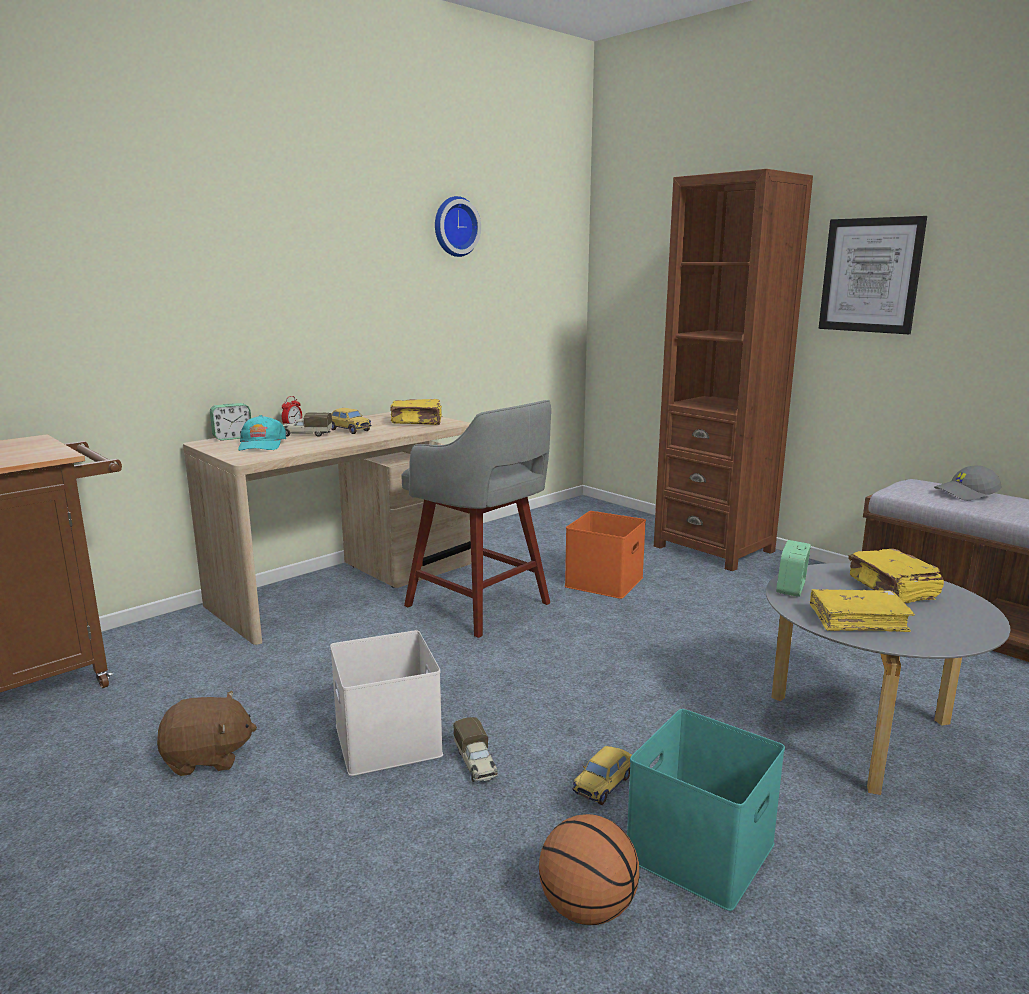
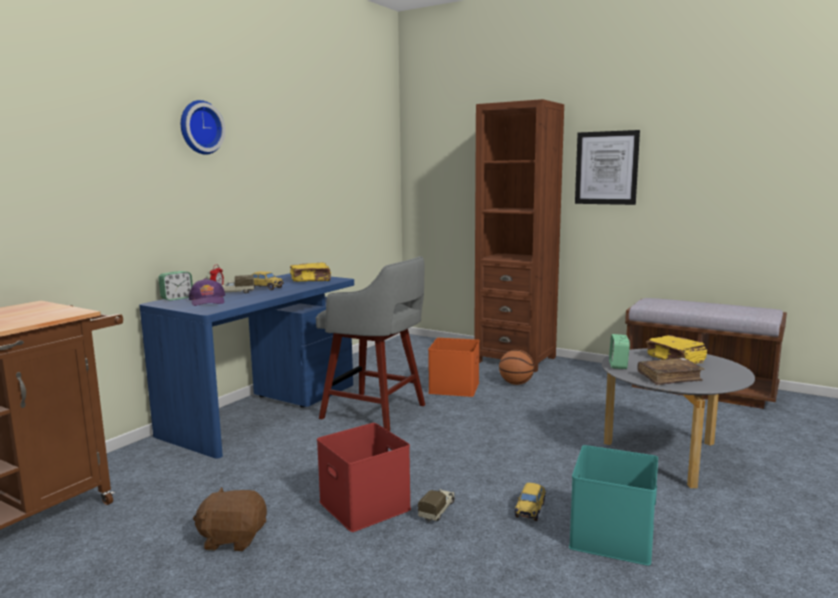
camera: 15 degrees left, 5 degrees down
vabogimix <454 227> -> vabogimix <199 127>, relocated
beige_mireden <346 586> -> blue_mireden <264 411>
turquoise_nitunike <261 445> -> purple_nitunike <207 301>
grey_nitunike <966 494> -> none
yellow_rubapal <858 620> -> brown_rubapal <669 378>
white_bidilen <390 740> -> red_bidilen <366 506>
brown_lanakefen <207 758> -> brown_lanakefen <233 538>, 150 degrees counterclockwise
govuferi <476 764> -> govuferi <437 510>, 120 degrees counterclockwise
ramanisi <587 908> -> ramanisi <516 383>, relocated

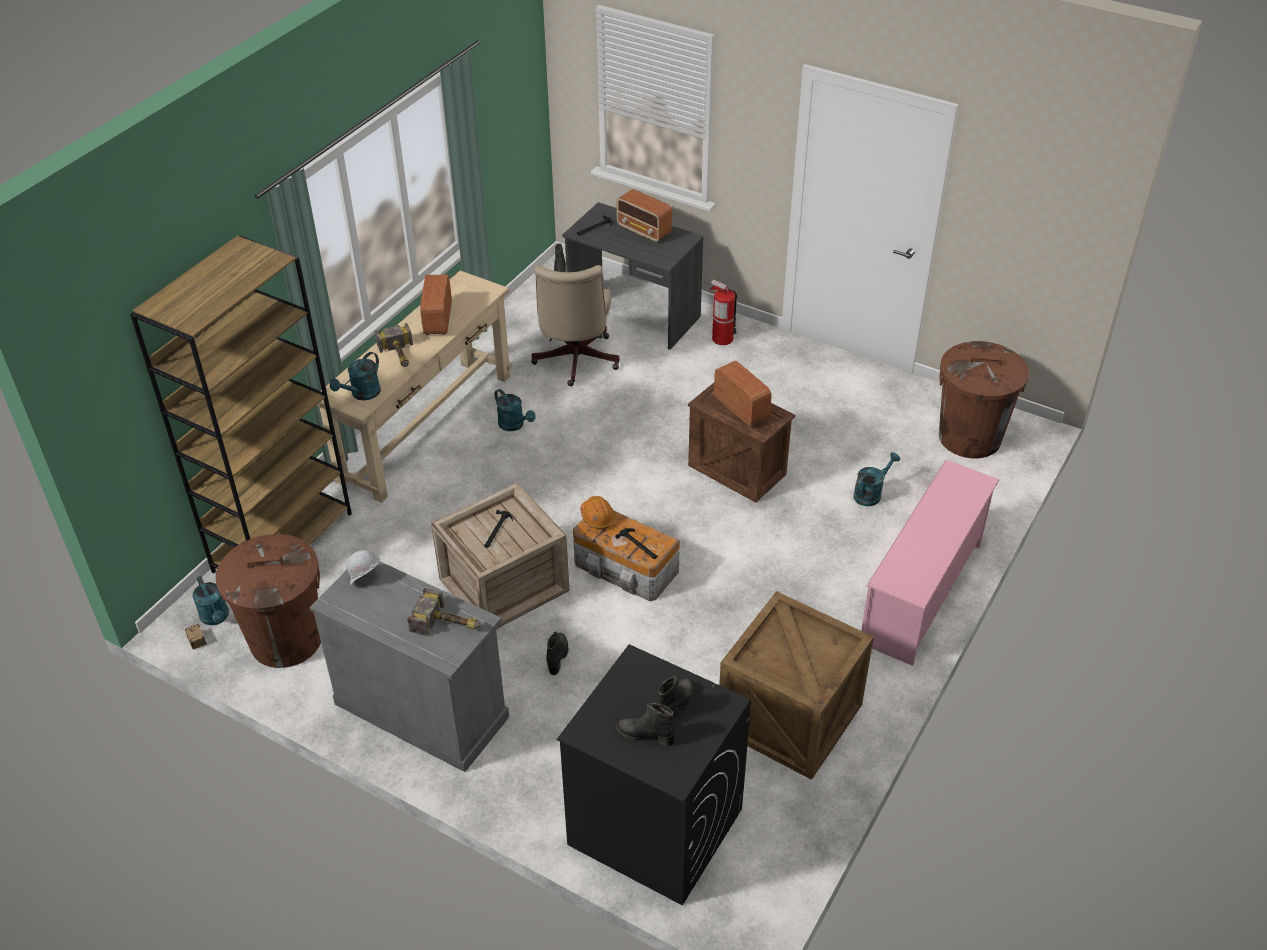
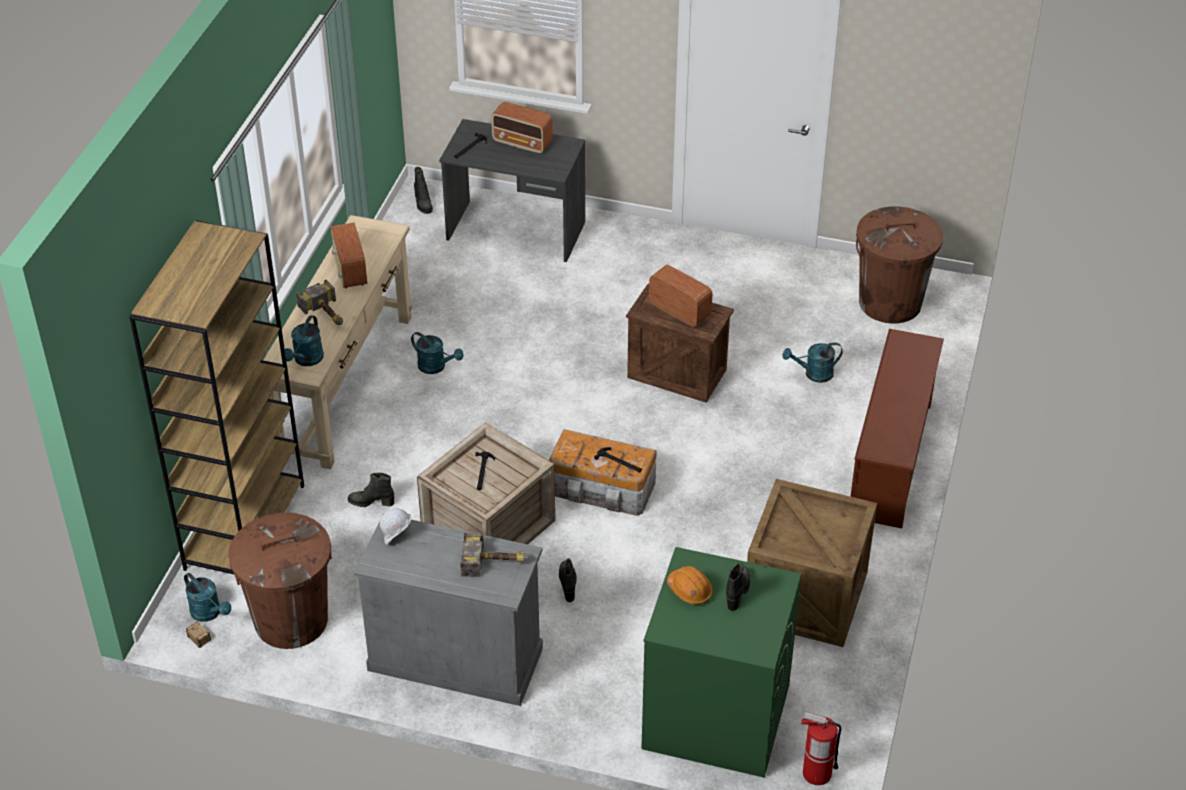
camera: 15 degrees left, 0 degrees up
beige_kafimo <575 362> -> none
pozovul <722 339> -> pozovul <816 773>, relocated
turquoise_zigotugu <871 493> -> turquoise_zigotugu <813 374>, 135 degrees counterclockwise
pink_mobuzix <923 594> -> brown_mobuzix <892 461>
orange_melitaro <597 517> -> orange_melitaro <690 590>, relocated
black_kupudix <654 826> -> green_kupudix <715 716>
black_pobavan <645 735> -> black_pobavan <371 502>, relocated

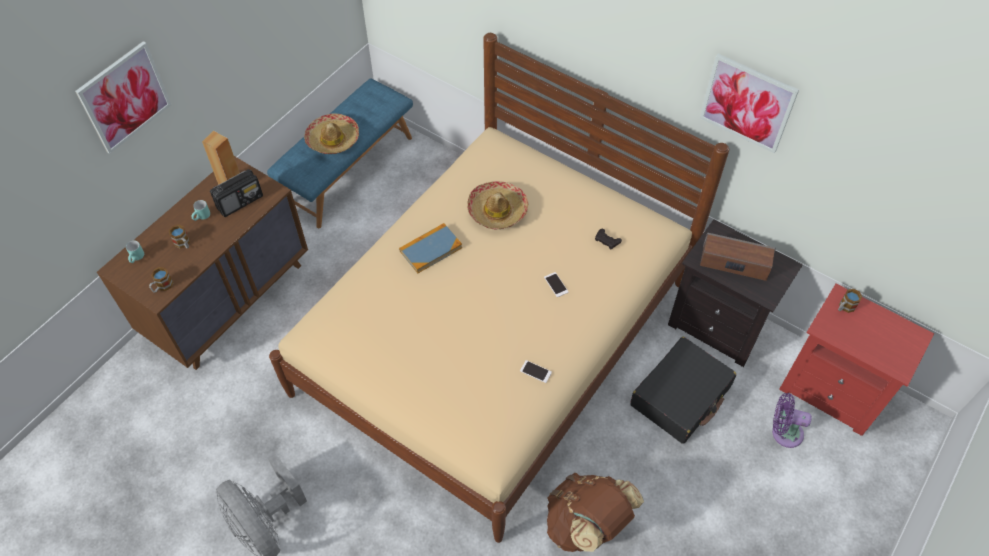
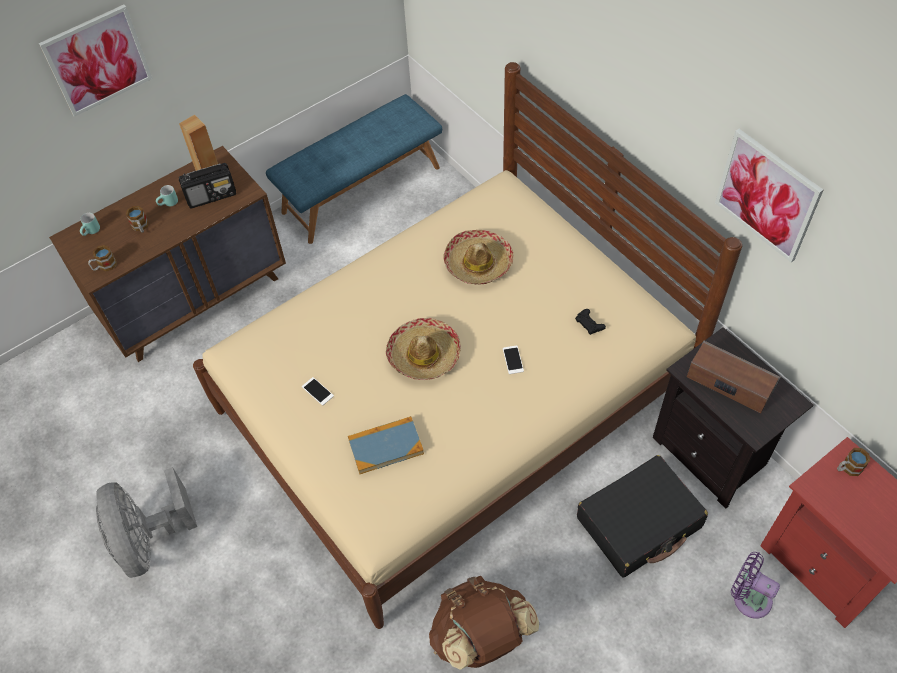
camera: 20 degrees right, 0 degrees up
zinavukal <333 139> -> zinavukal <424 355>, relocated
rubapal <430 249> -> rubapal <385 446>, relocated
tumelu <535 371> -> tumelu <317 391>, relocated

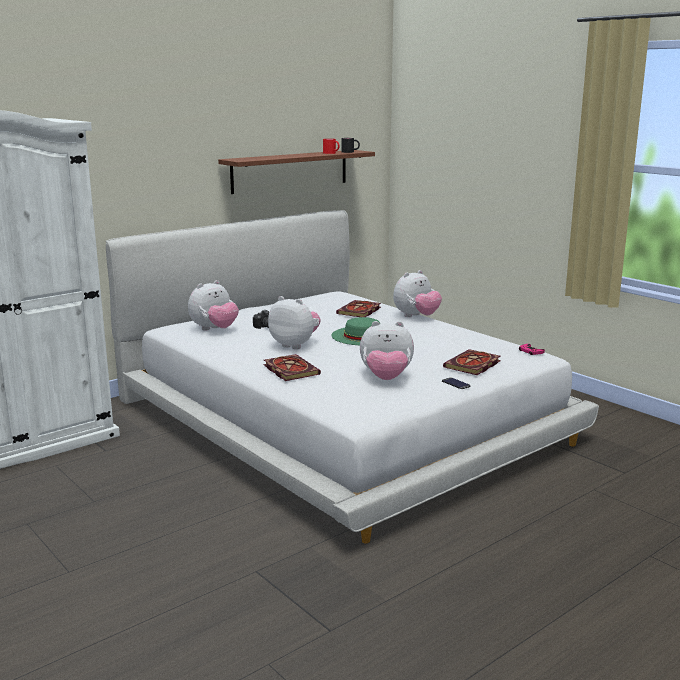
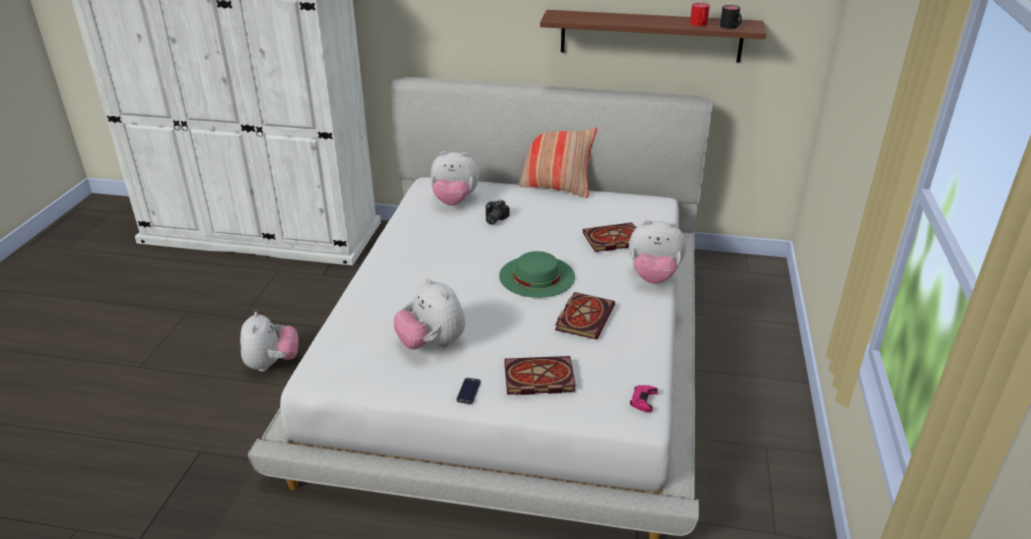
camera: 50 degrees right, 15 degrees up
lanakefen <295 345> -> lanakefen <272 363>, relocated
rubapal <289 370> -> rubapal <584 317>, relocated
none -> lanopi <556 187>

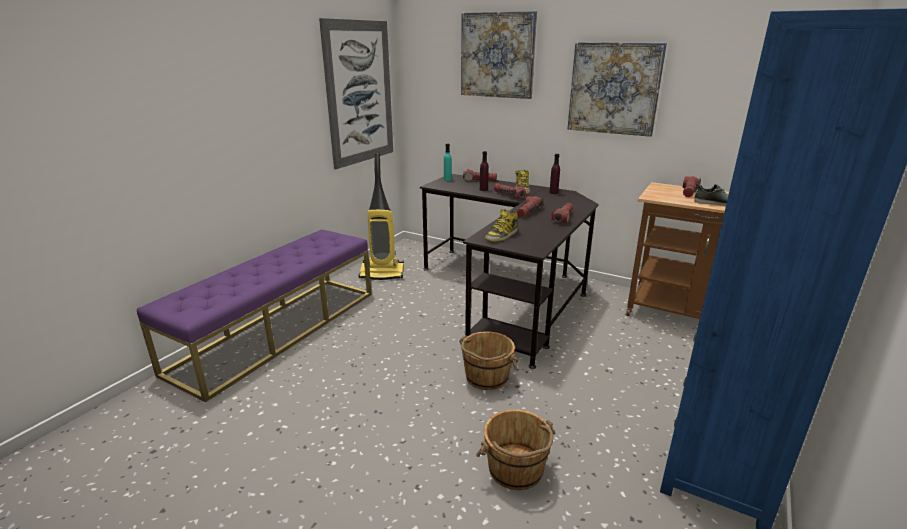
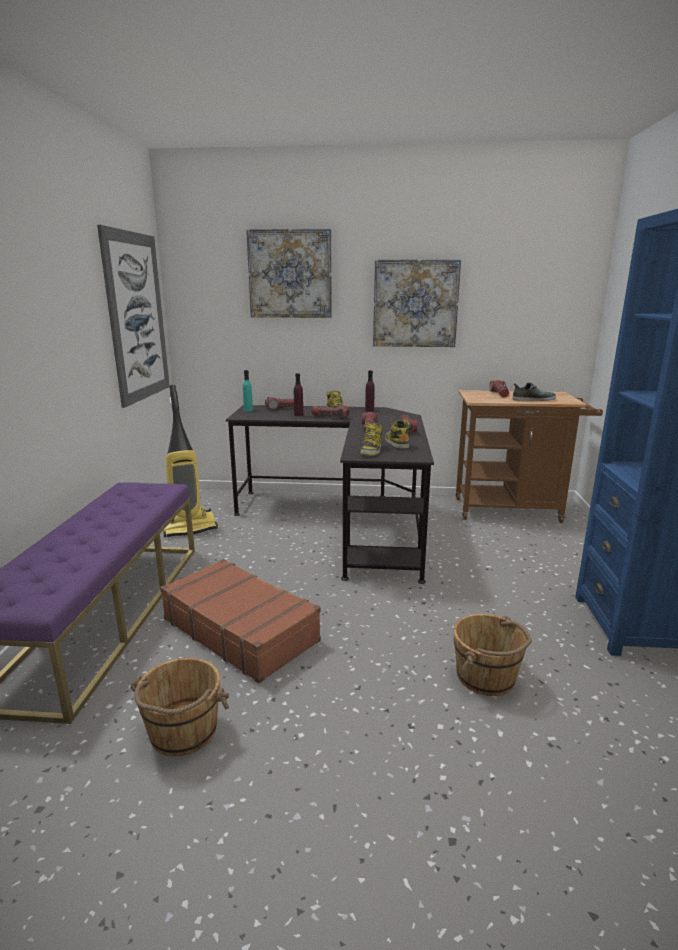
camera: 25 degrees left, 5 degrees down
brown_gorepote <486 377> -> brown_gorepote <182 731>, relocated
none -> pobavan <396 443>
none -> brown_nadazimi <241 629>

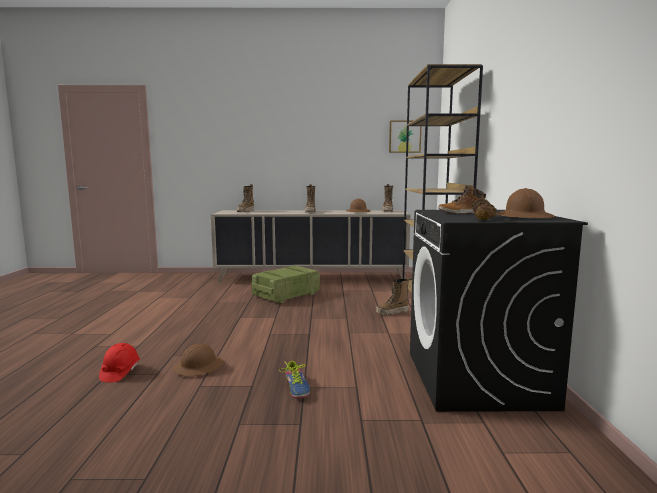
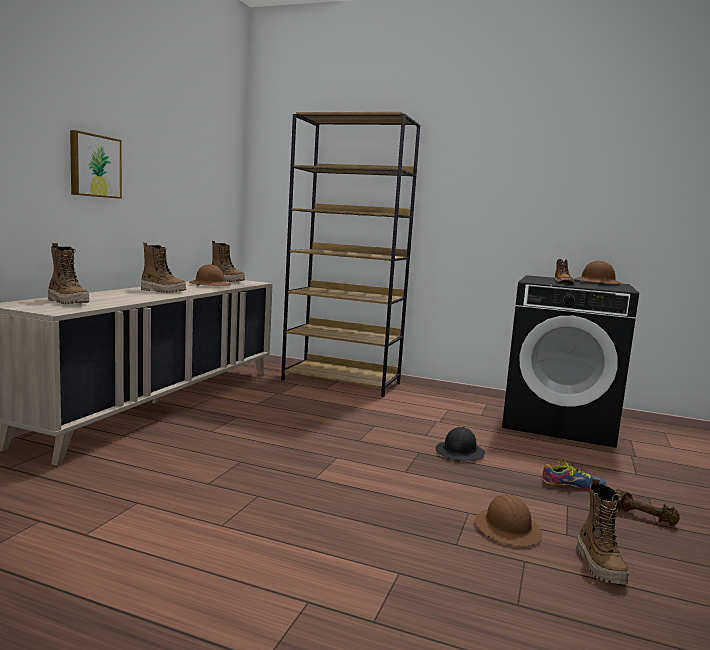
camera: 70 degrees left, 0 degrees up
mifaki <404 136> -> mifaki <94 166>, relocated
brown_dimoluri <482 218> -> brown_dimoluri <642 516>, relocated
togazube <287 294> -> none
pobavan <392 313> -> pobavan <600 566>, relocated
red_melitaro <120 372> -> none
none -> black_melitaro <460 452>

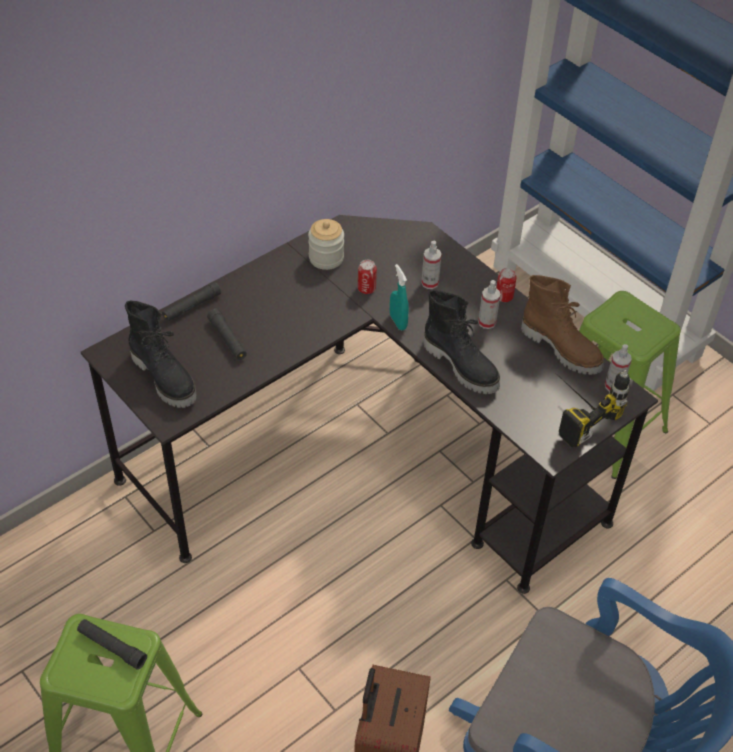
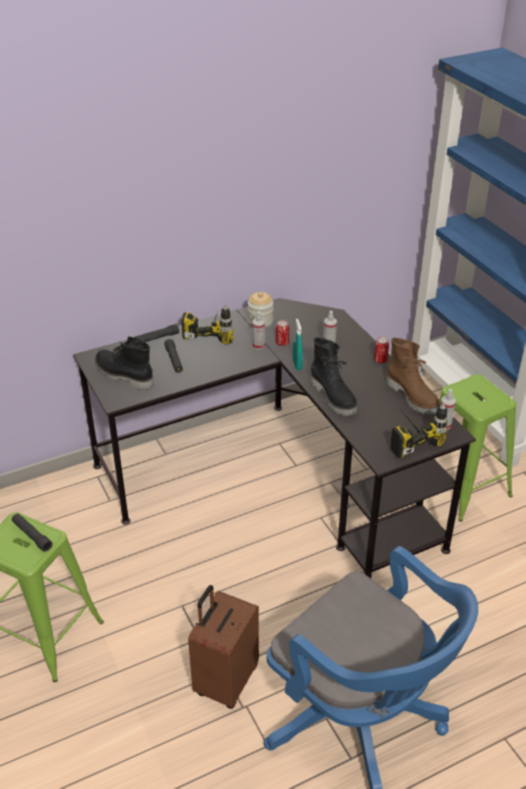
camera: 15 degrees right, 10 degrees down
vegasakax <487 322> -> vegasakax <258 345>, relocated
black_pobavan <165 378> -> black_pobavan <123 376>, 150 degrees clockwise
none -> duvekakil <212 331>

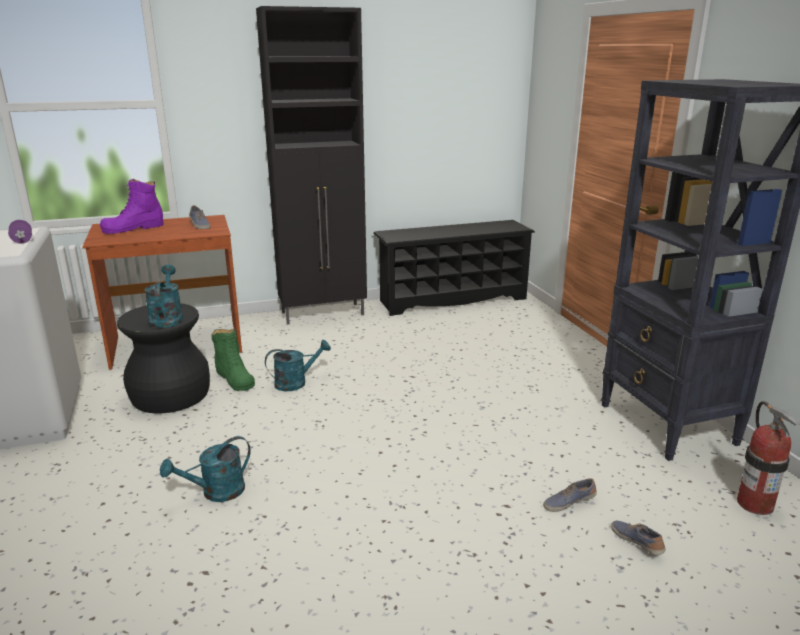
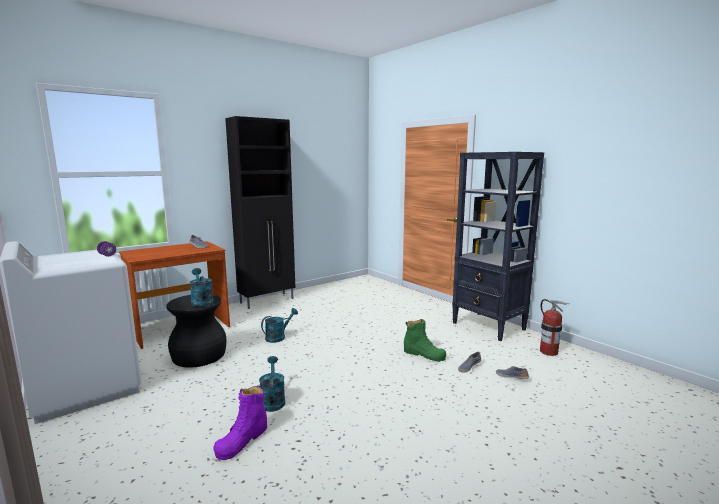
camera: 20 degrees left, 10 degrees down
purple_pobavan <133 228> -> purple_pobavan <242 440>, relocated
black_mobuzix <452 299> -> none
green_pobavan <234 378> -> green_pobavan <424 354>, relocated
turquoise_zigotugu <216 493> -> turquoise_zigotugu <272 400>, 135 degrees clockwise

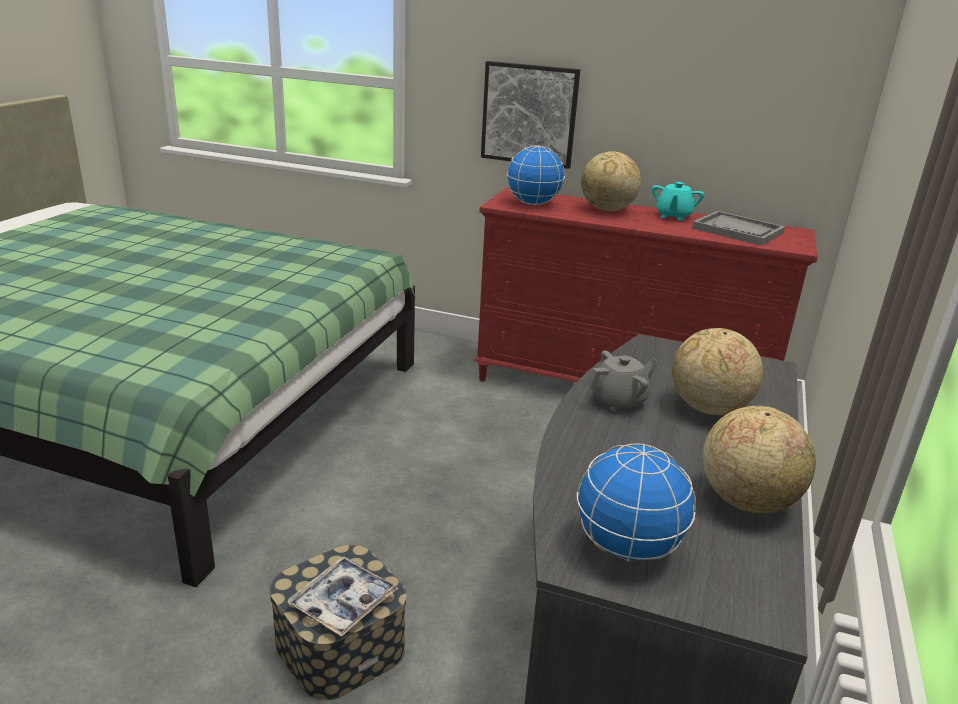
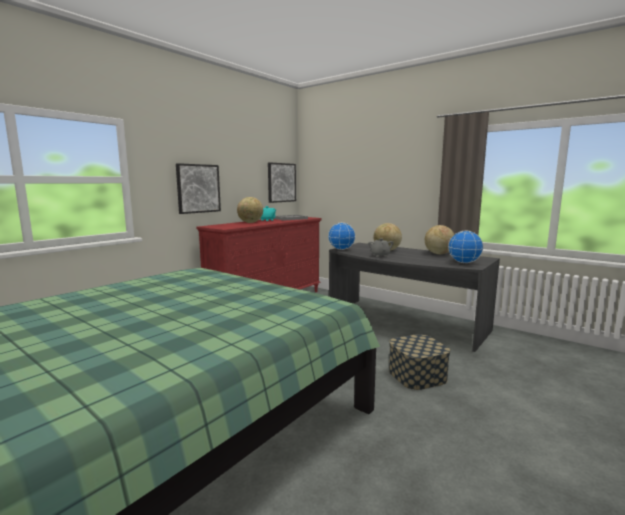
camera: 70 degrees left, 15 degrees down
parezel <533 203> -> parezel <341 249>, relocated
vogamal <343 602> -> none
none -> mifaki <281 182>

